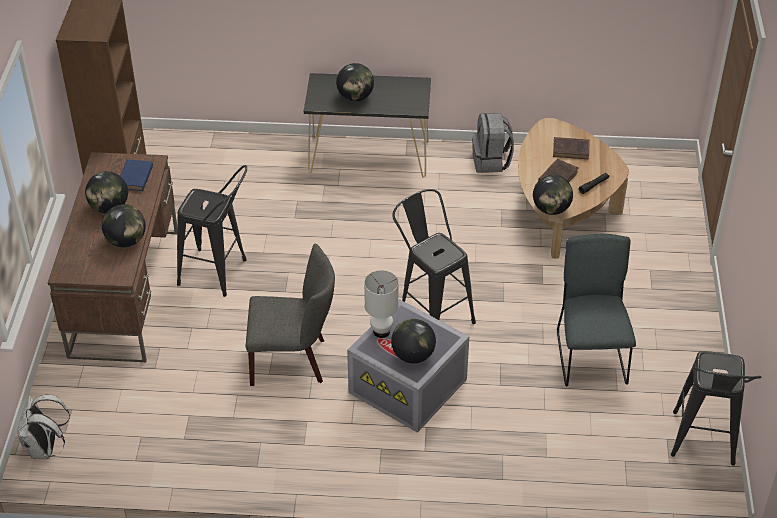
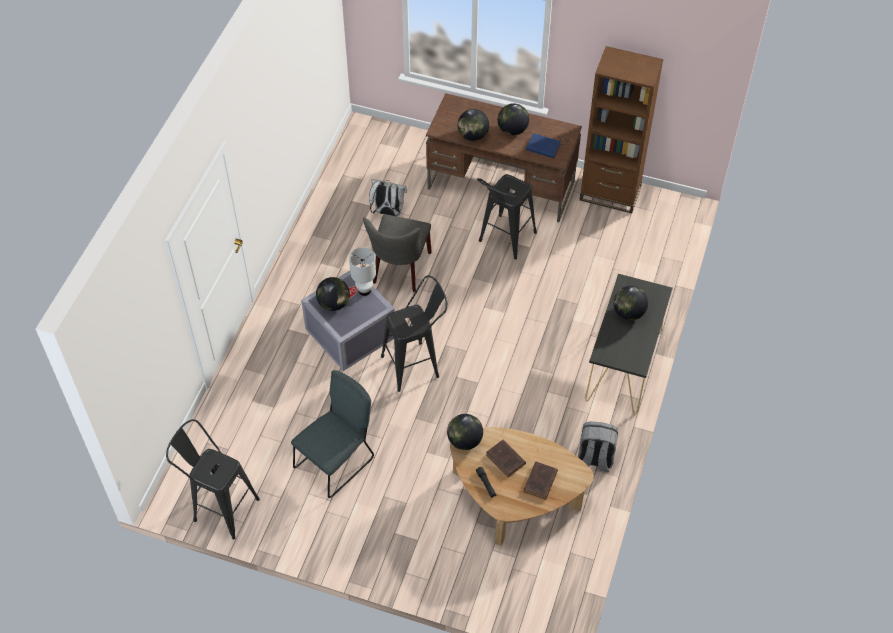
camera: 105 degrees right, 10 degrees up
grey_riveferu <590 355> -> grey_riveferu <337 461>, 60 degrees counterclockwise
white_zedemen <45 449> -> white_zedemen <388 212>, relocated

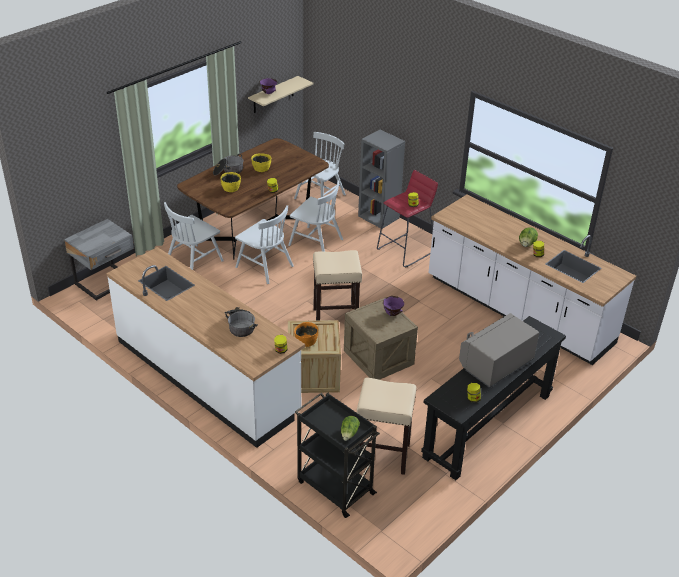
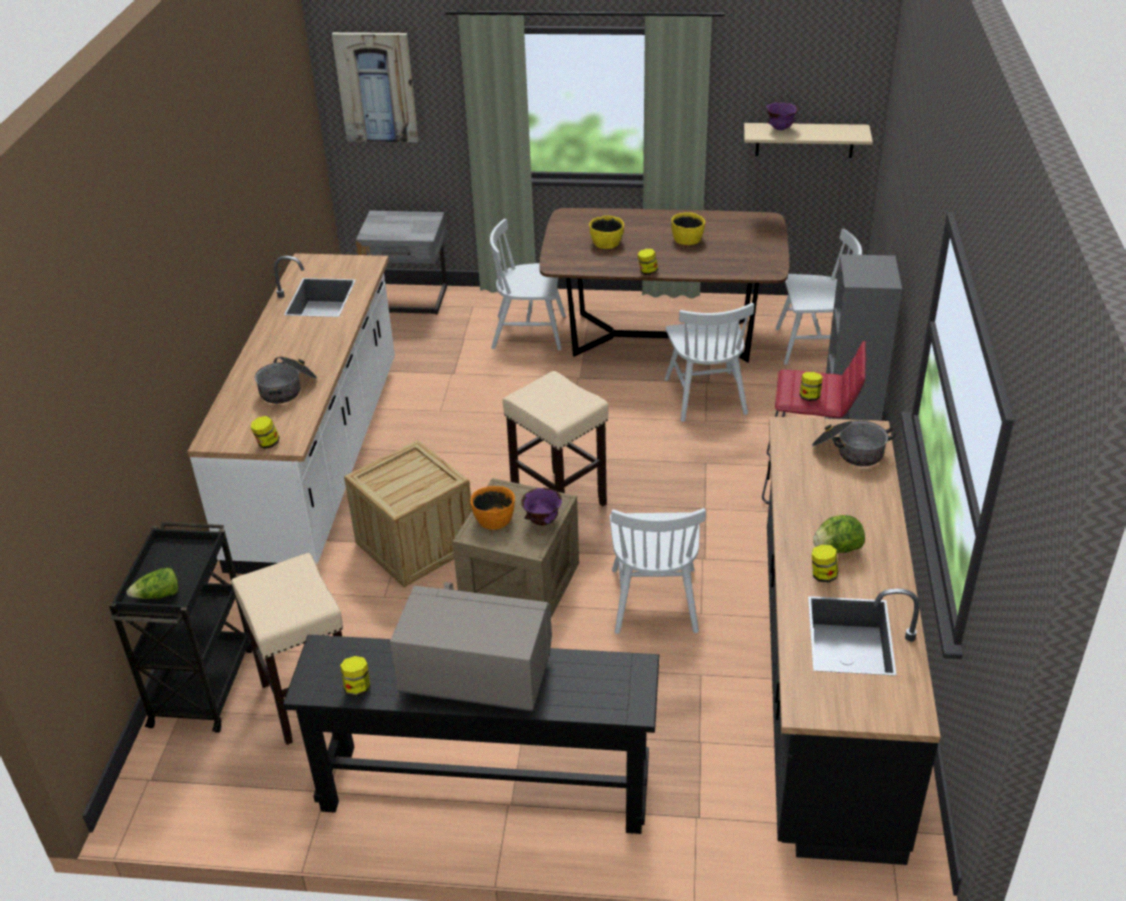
camera: 55 degrees right, 0 degrees up
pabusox <228 171> -> pabusox <849 451>, relocated
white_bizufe <518 311> -> black_bizufe <824 682>
white_riveferu <264 266> -> white_riveferu <654 600>, relocated
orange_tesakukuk <306 341> -> orange_tesakukuk <493 519>, relocated
none -> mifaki <376 87>

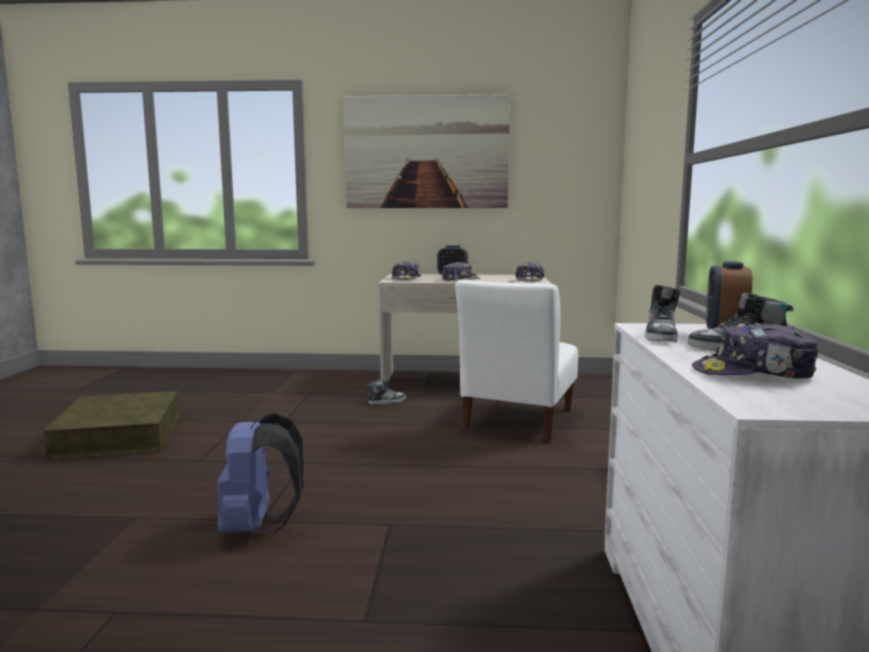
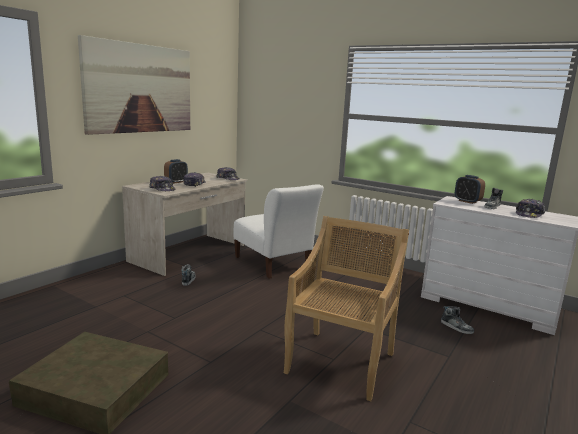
camera: 60 degrees left, 5 degrees up
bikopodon <661 336> -> bikopodon <456 327>, relocated
blue_zedemen <258 527> -> beige_riveferu <341 362>

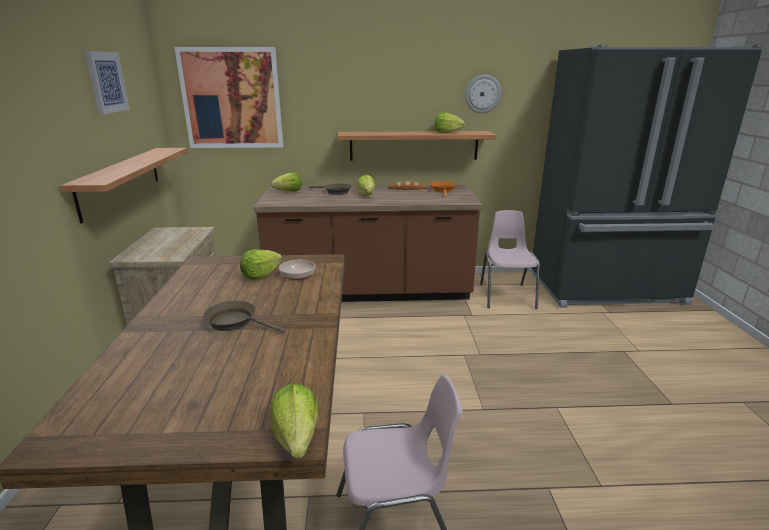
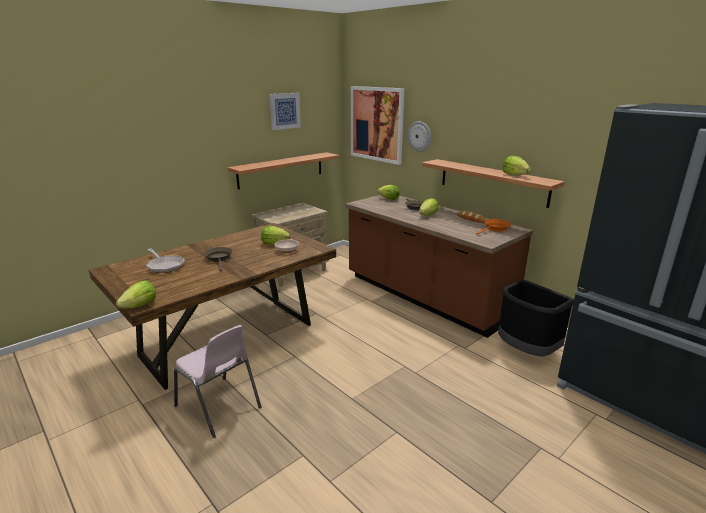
camera: 50 degrees right, 0 degrees up
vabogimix <482 94> -> vabogimix <420 136>, relocated
pink_riveferu <506 295> -> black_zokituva <526 351>
none -> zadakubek <165 266>

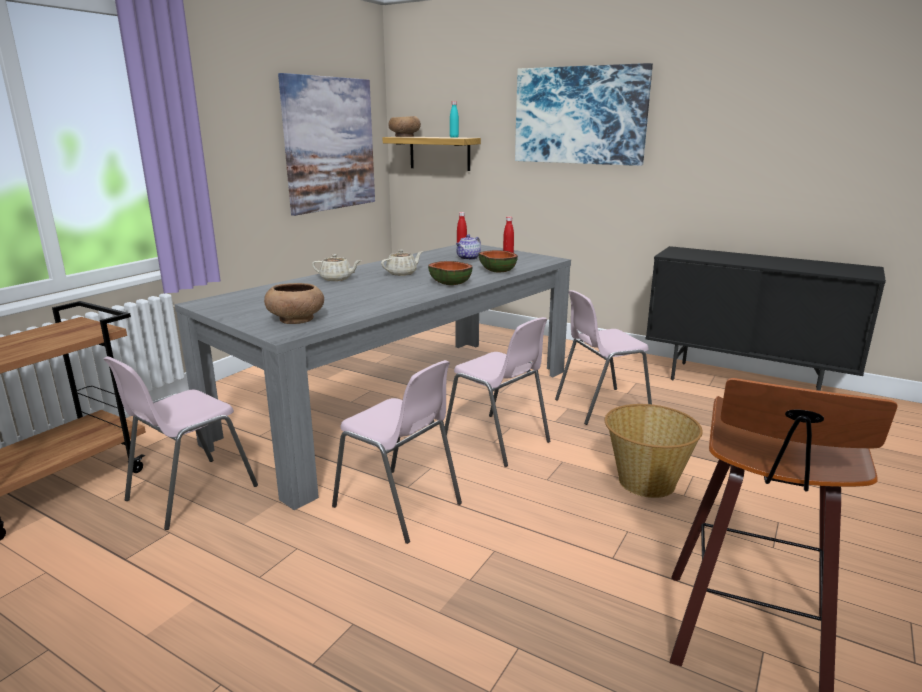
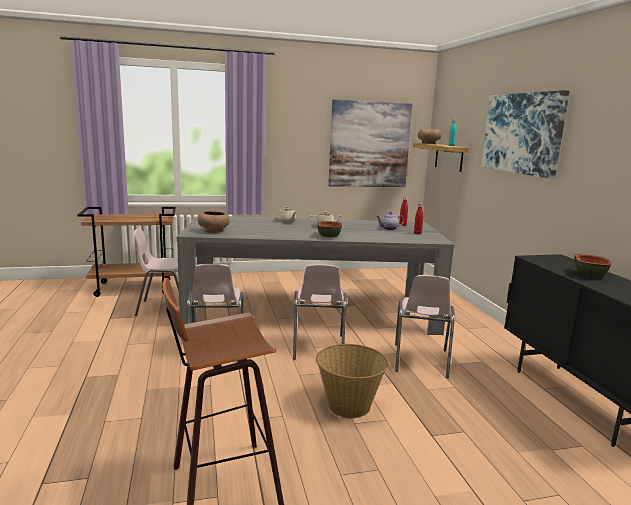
camera: 45 degrees right, 5 degrees down
tesakukuk <497 271> -> tesakukuk <588 275>, relocated
pink_riveferu <600 406> -> pink_riveferu <420 361>, 105 degrees counterclockwise

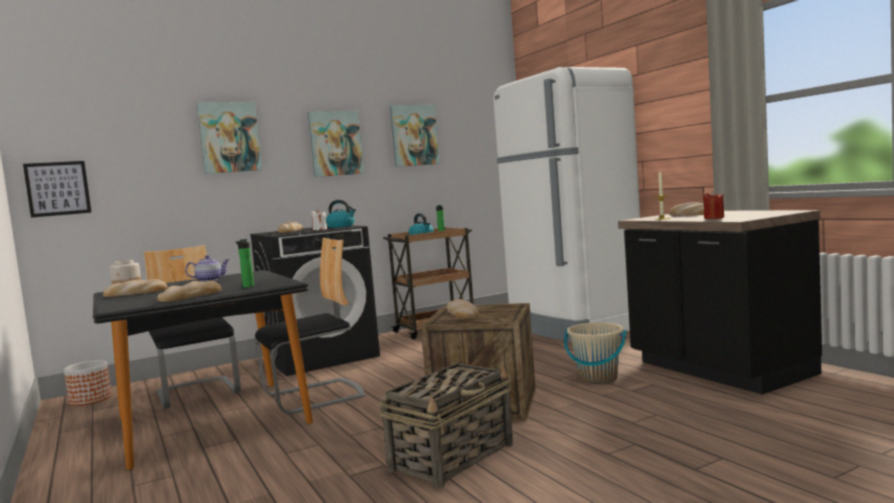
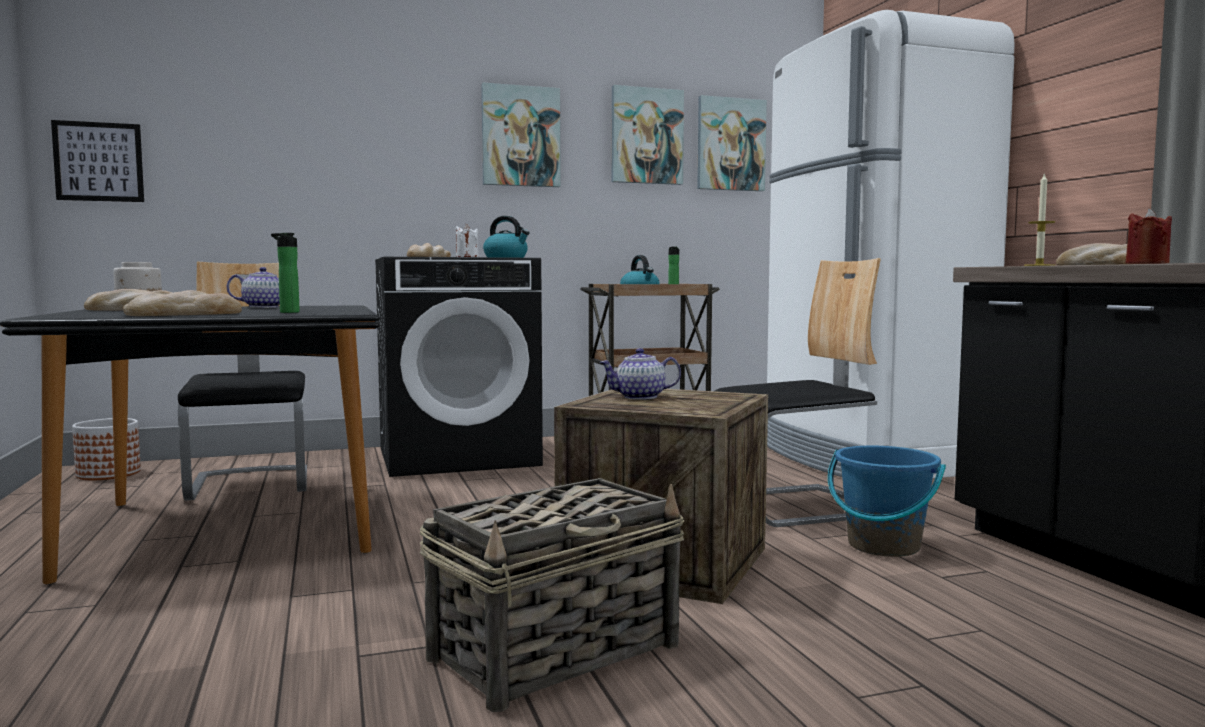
camera: 10 degrees right, 0 degrees up
mifaki <229 137> -> mifaki <730 144>, relocated
riveferu <314 396> -> riveferu <793 506>, relocated
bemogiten <461 313> -> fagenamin <639 397>
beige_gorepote <597 378> -> blue_gorepote <883 546>

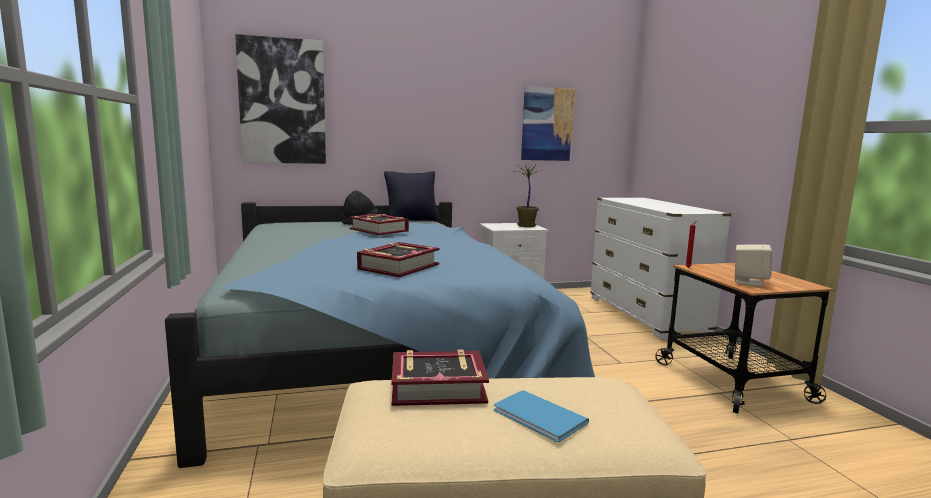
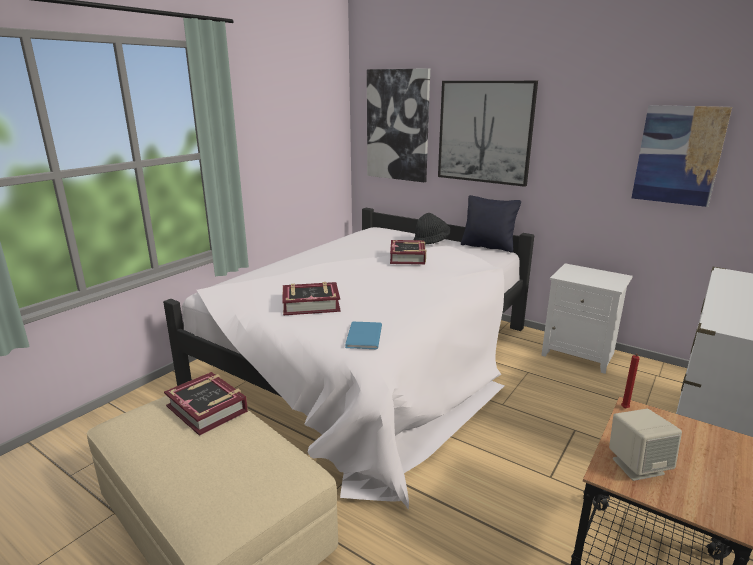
camera: 50 degrees right, 10 degrees up
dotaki <525 225> -> none
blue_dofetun <376 353> -> white_dofetun <372 361>
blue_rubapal <540 418> -> blue_rubapal <362 337>, relocated
none -> mifaki <484 132>

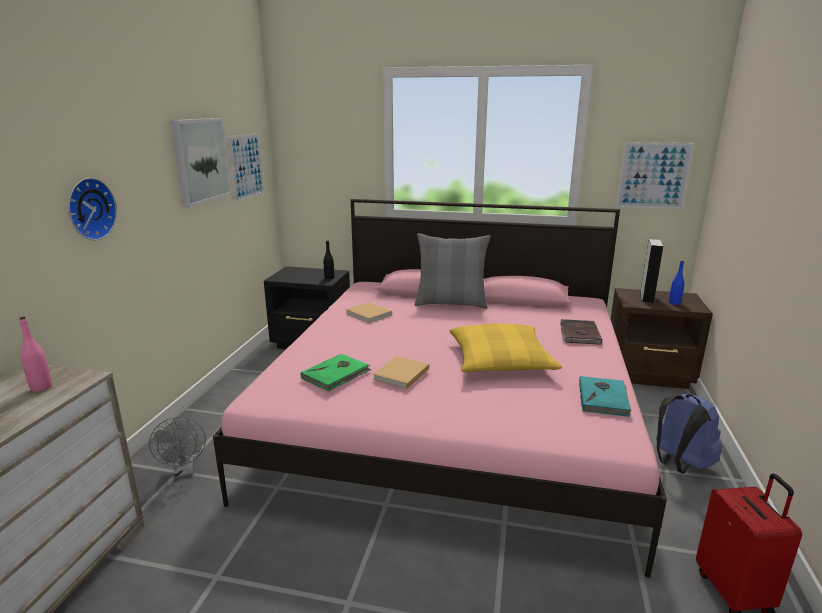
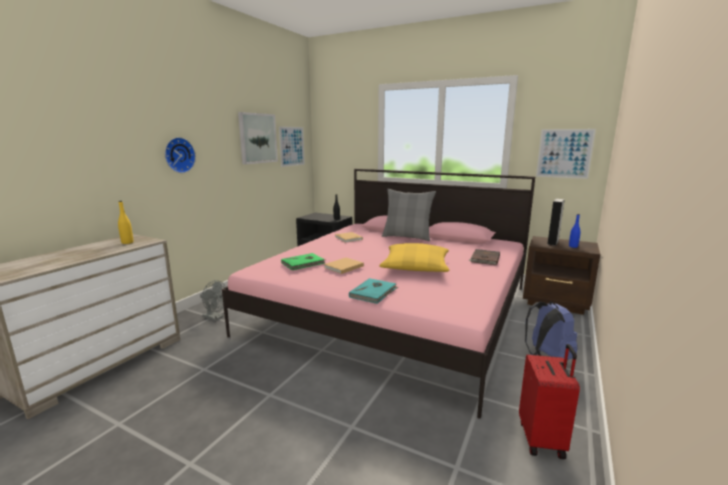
camera: 15 degrees right, 5 degrees down
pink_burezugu <41 387> -> yellow_burezugu <127 242>
turquoise_rubapal <604 398> -> turquoise_rubapal <374 292>, relocated
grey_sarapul <184 472> -> grey_sarapul <215 317>, 60 degrees counterclockwise

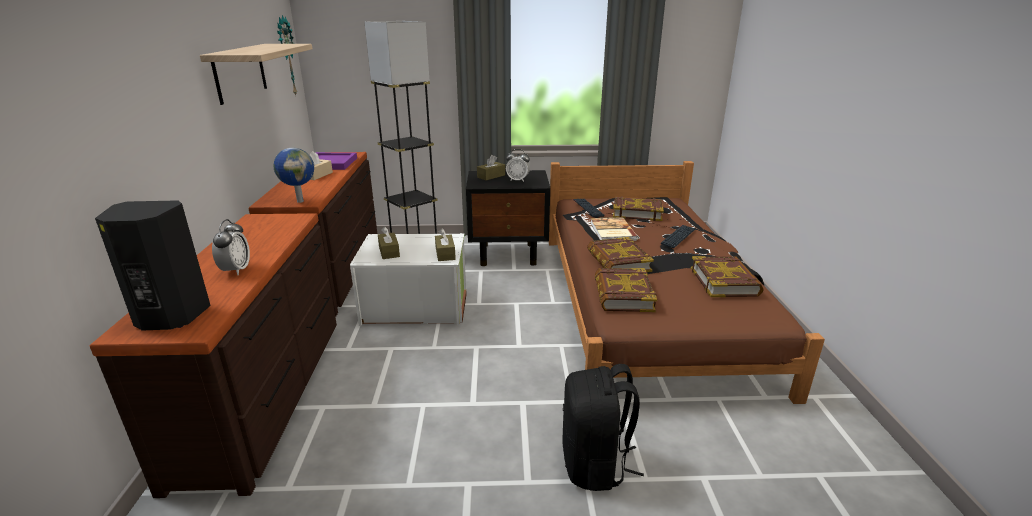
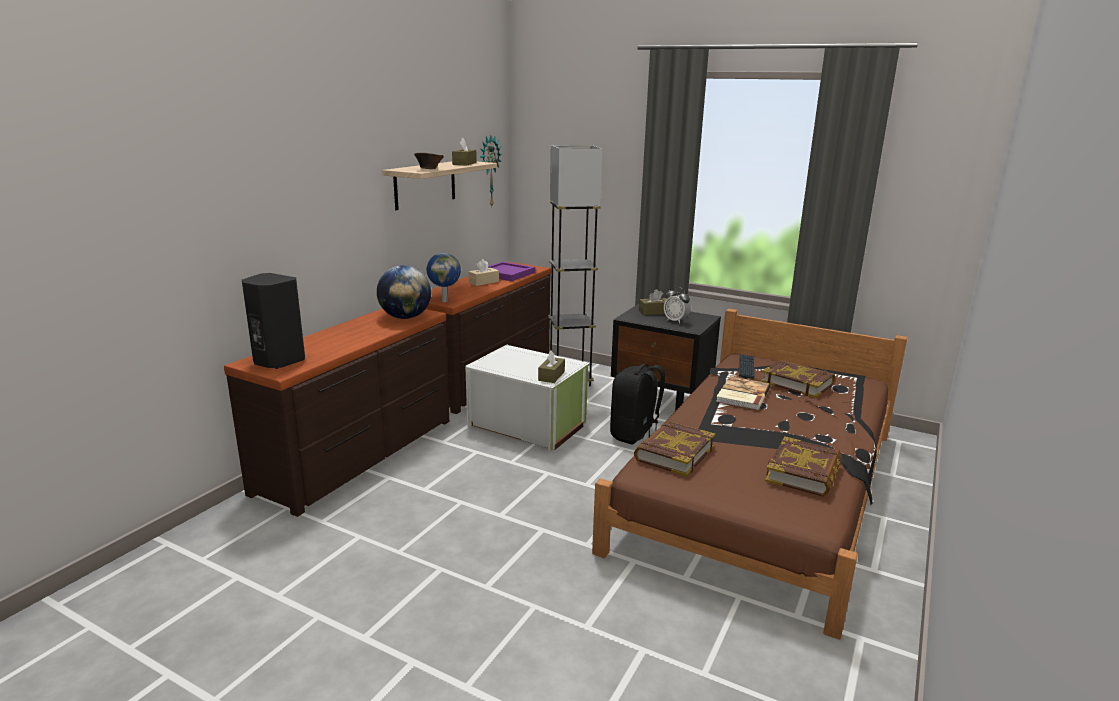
camera: 30 degrees right, 5 degrees down
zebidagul <236 270> -> none
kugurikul <678 237> -> none
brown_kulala <389 251> -> brown_kulala <464 163>, relocated
rubapal <618 261> -> none
black_zedemen <595 464> -> black_zedemen <635 435>, relocated
none -> brown_tesakukuk <429 169>
none -> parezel <405 317>

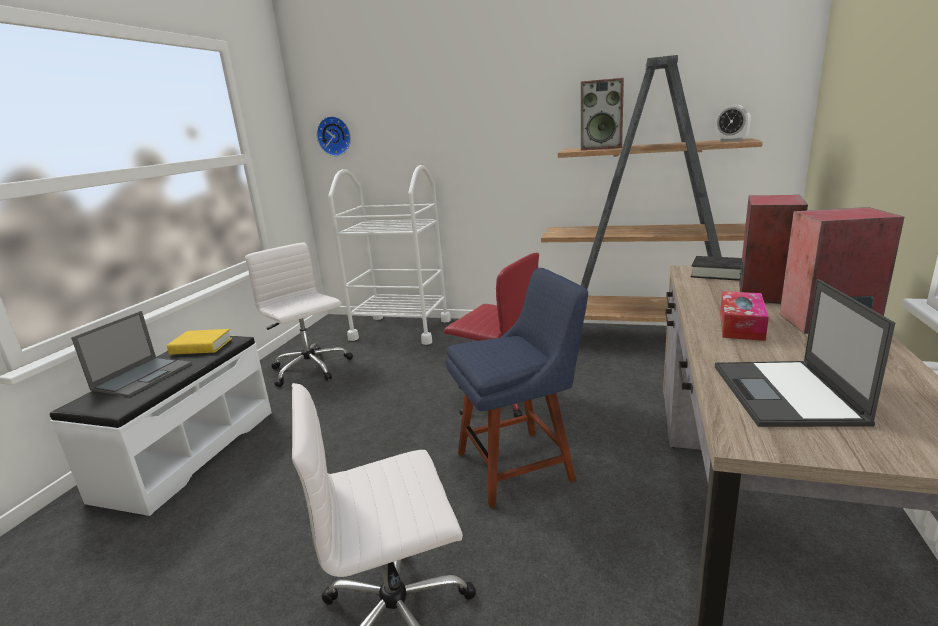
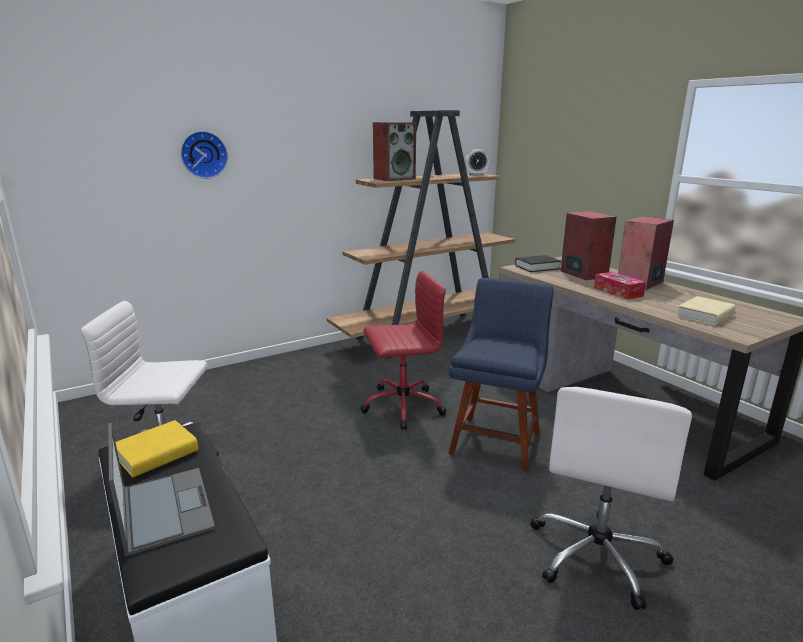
camera: 50 degrees left, 0 degrees up
vabogimix <335 136> -> vabogimix <203 154>, relocated
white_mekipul <401 329> -> none
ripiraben <786 394> -> beige_rubapal <705 315>

